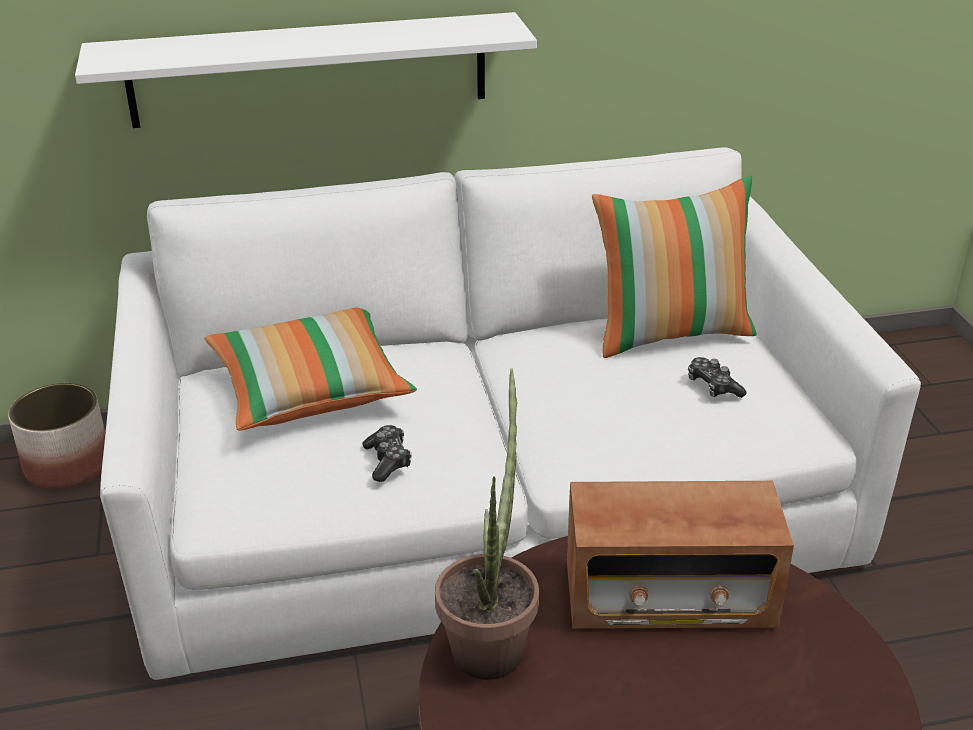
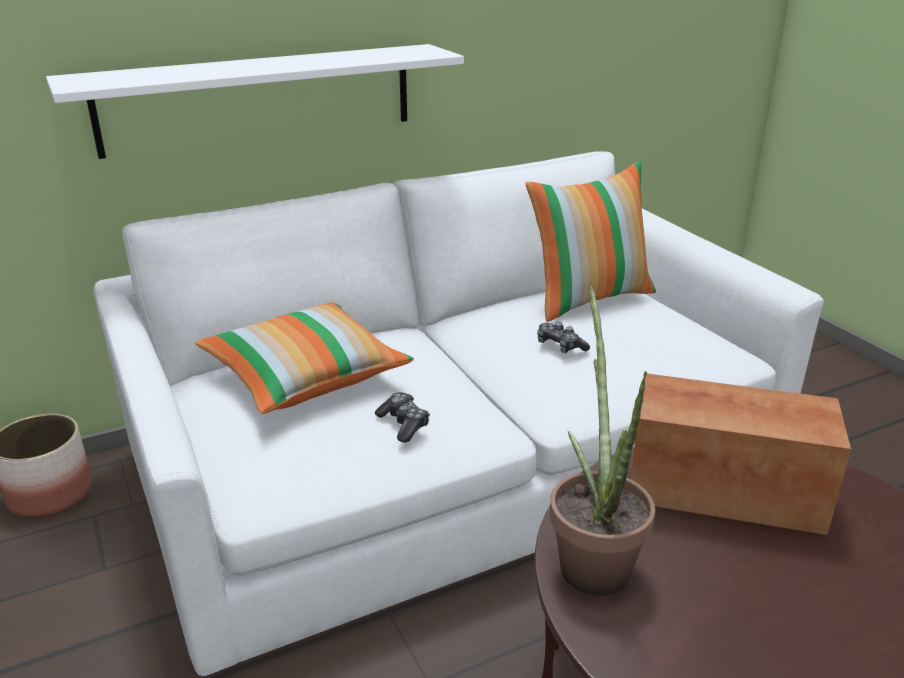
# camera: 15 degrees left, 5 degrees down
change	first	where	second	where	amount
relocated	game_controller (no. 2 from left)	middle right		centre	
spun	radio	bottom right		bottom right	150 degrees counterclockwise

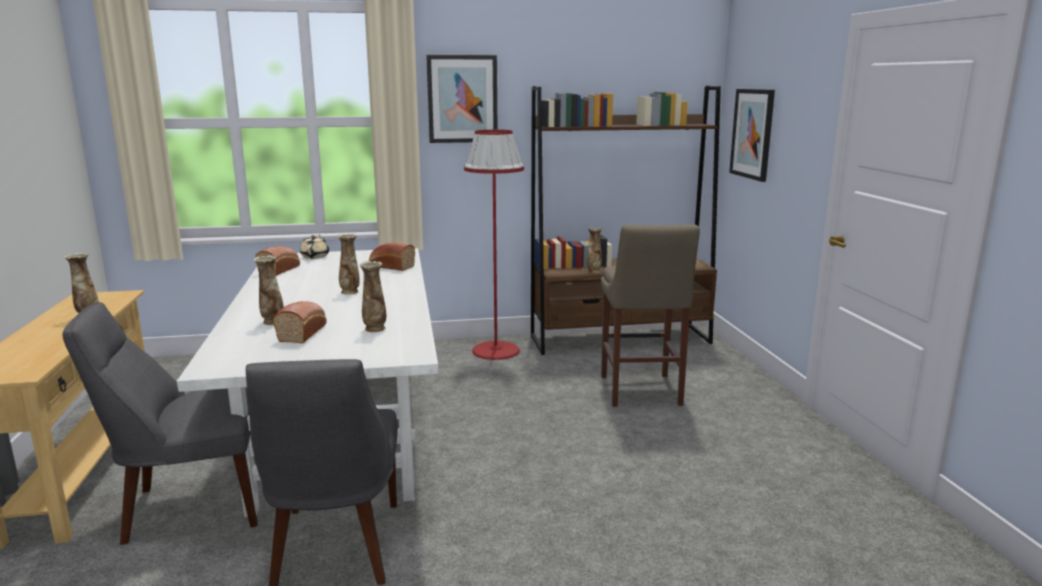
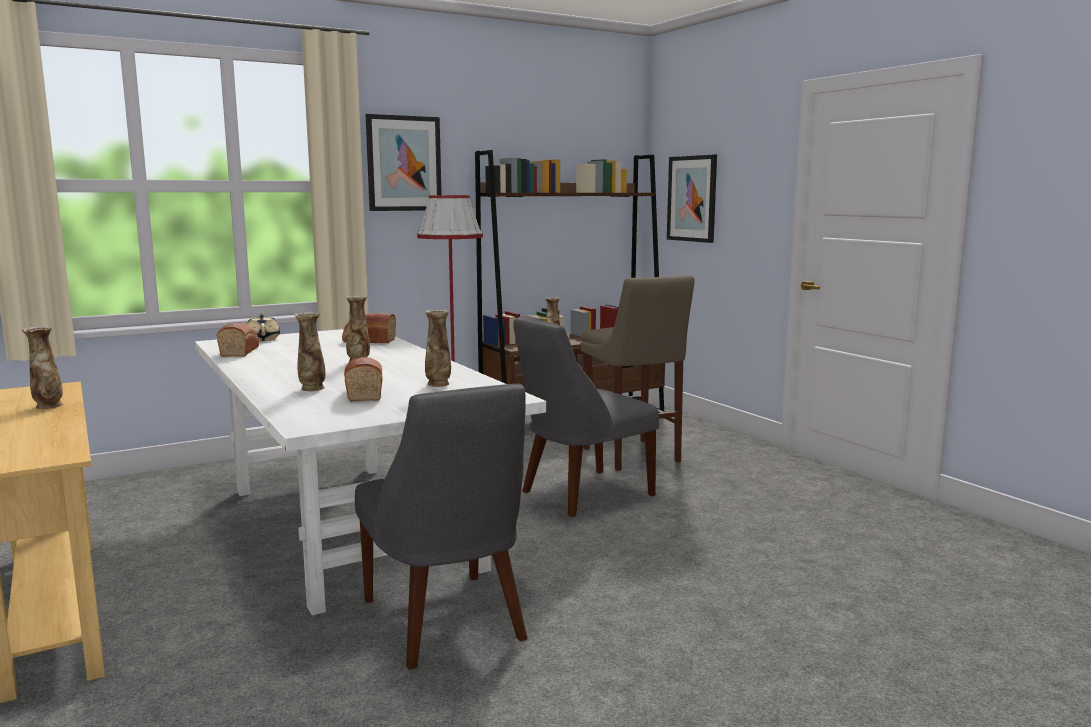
# camera: 20 degrees left, 5 degrees down
change	first	where	second	where	amount
relocated	grey_chair (no. 1 from left in the first image)	bottom left	grey_chair (no. 2 from left)	centre	

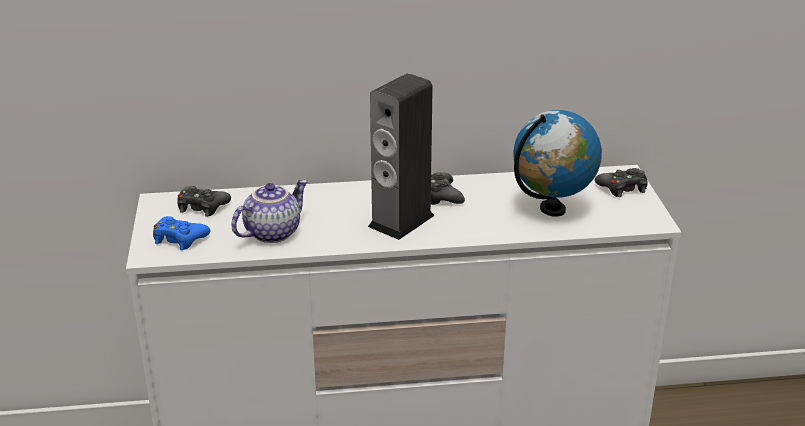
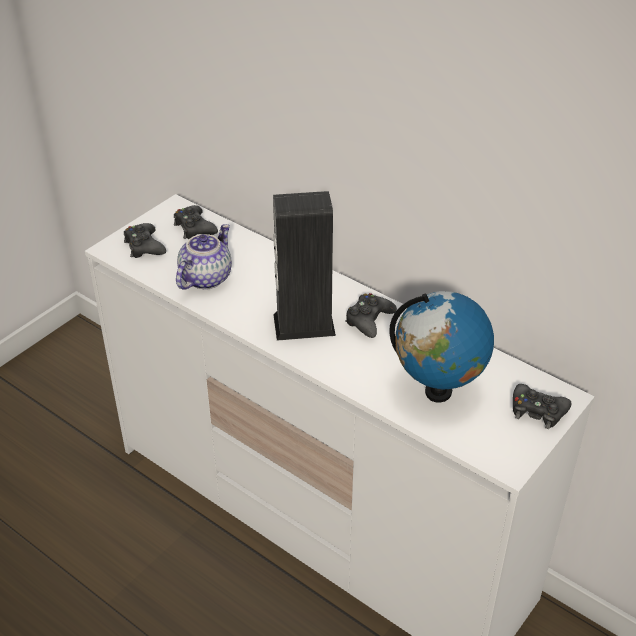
# camera: 45 degrees right, 10 degrees up
change	first	where	second	where	amount
spun	teapot	centre		middle left	60 degrees counterclockwise
colour	blue_game_controller	middle left	black_game_controller (no. 1 from left)	middle left	

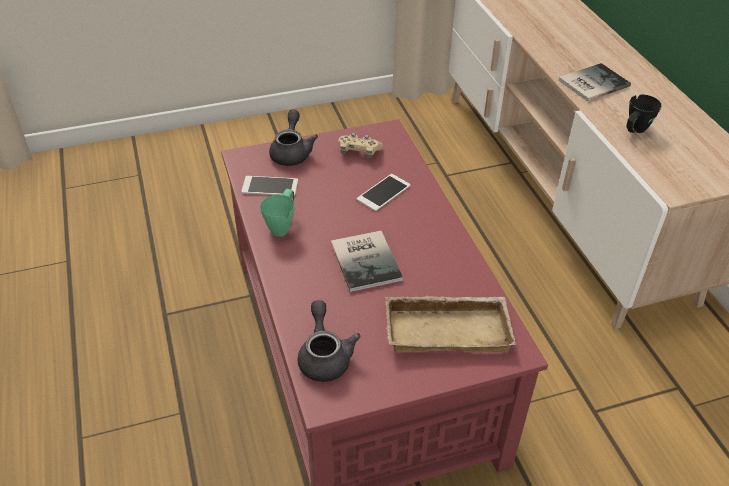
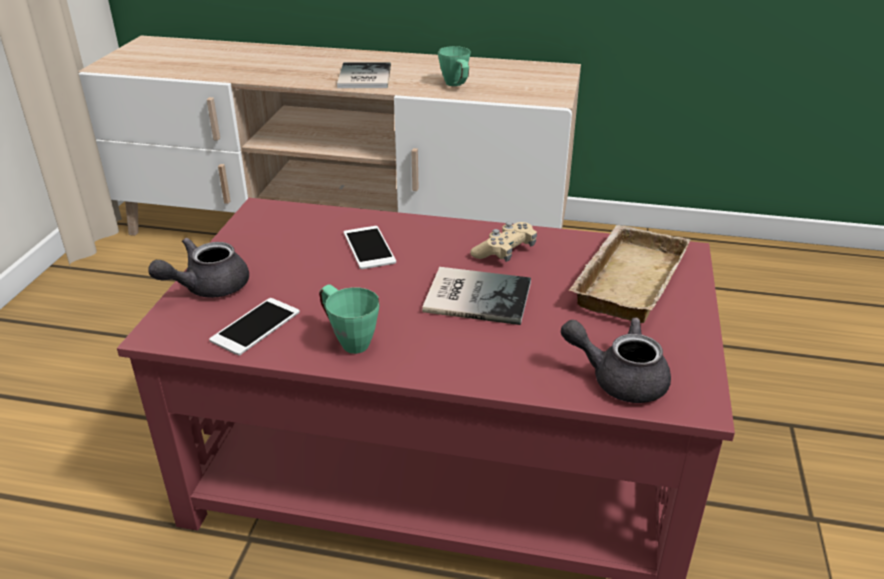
# camera: 60 degrees left, 10 degrees down
change	first	where	second	where	amount
colour	black_mug	top right	green_mug (no. 2 from left)	top centre	
spun	grey_teapot (no. 1 from left)	top centre		middle left	75 degrees counterclockwise
relocated	beige_game_controller	top centre		centre	

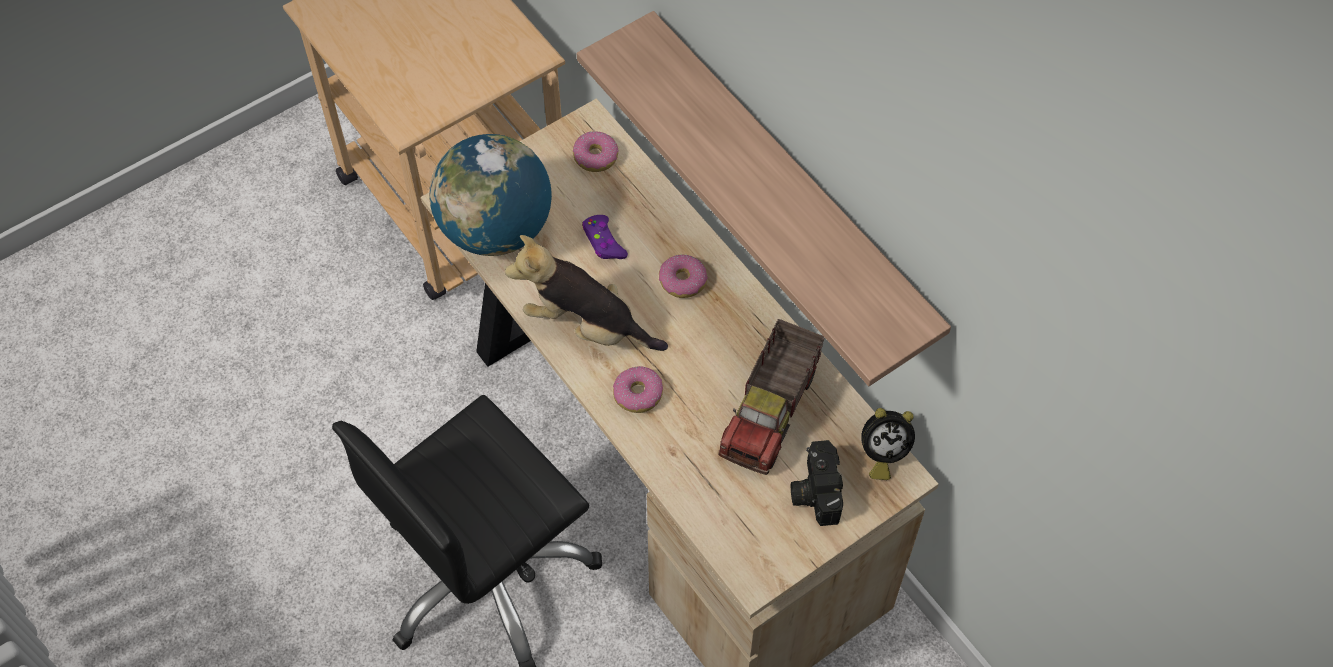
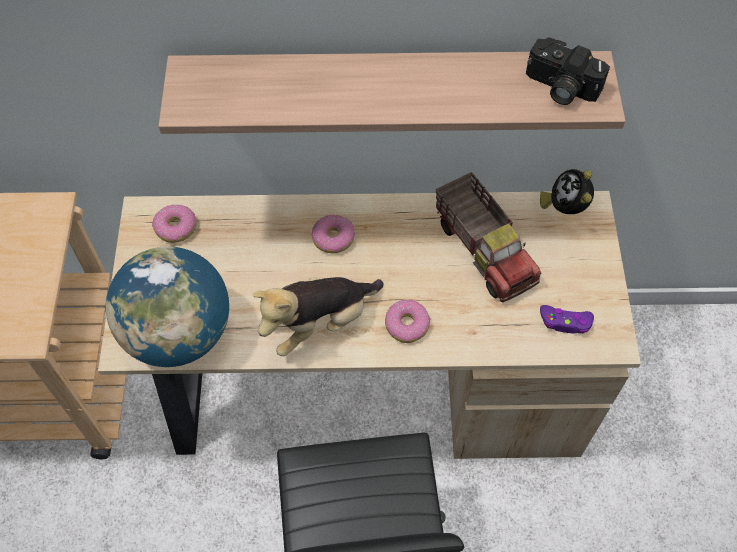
# camera: 55 degrees left, 0 degrees up
change	first	where	second	where	amount
relocated	purple_game_controller	centre		middle right	
spun	alarm_clock	centre		middle right	150 degrees clockwise
relocated	photo_camera	bottom centre		top right	

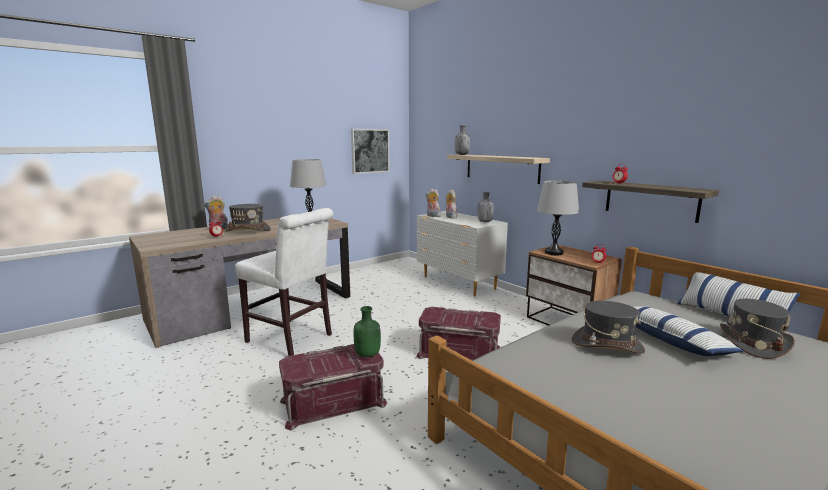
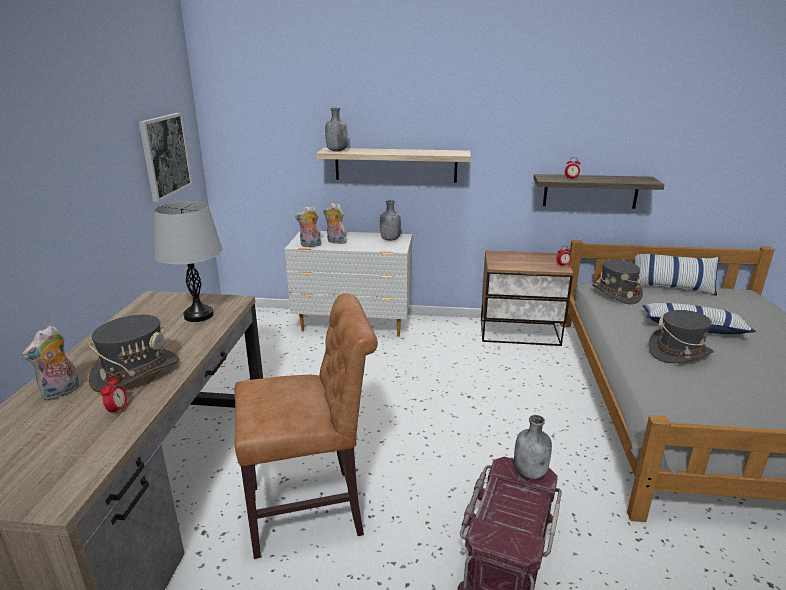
# camera: 45 degrees left, 10 degrees up
change	first	where	second	where	amount
missing	grey_table_lamp (no. 2 from left)	middle right			
colour	white_chair	centre	brown_chair	bottom centre	
relocated	grey_hat (no. 3 from left in the first image)	bottom right	grey_hat (no. 2 from left)	middle right	
colour	green_bottle	bottom centre	grey_bottle (no. 3 from left)	bottom right	
missing	red_storage_box (no. 2 from left)	bottom centre			

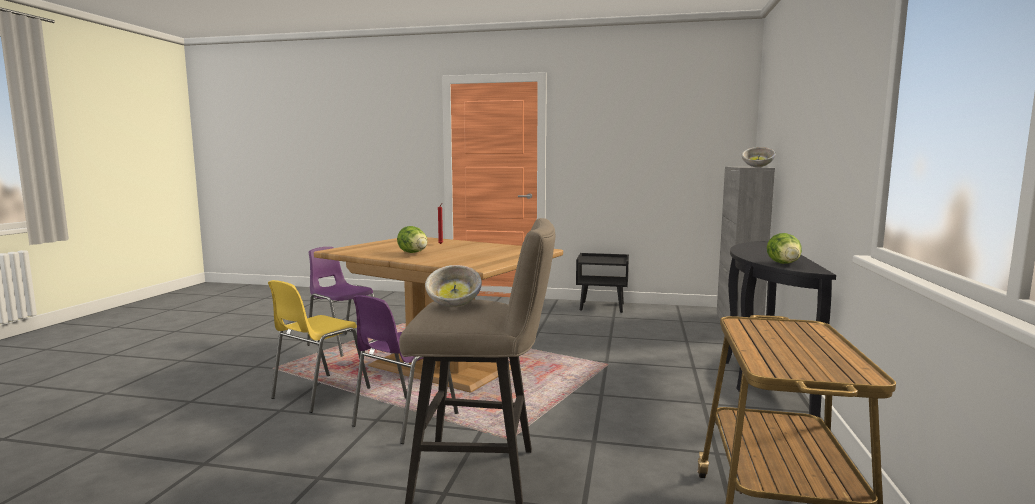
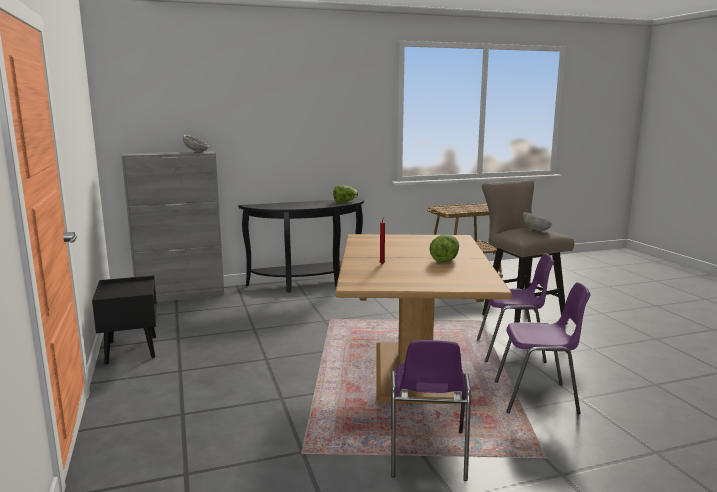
# camera: 120 degrees left, 5 degrees up
change	first	where	second	where	amount
colour	yellow_chair	bottom left	purple_chair (no. 3 from left)	bottom right	

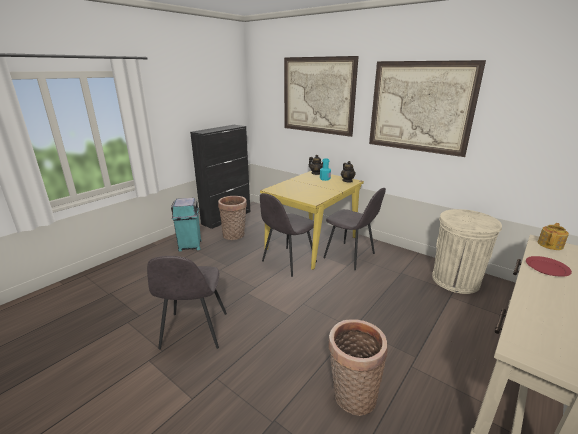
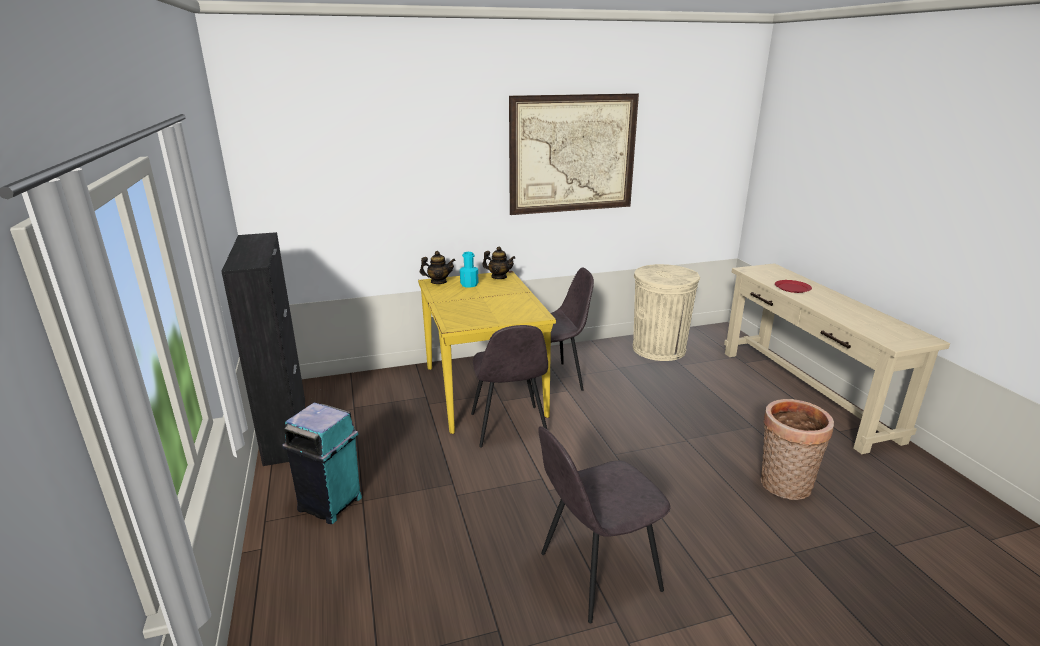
# camera: 55 degrees left, 0 degrees up
change	first	where	second	where	amount
missing	picture (no. 1 from left)	top centre			
missing	basket (no. 1 from left)	centre			
missing	teapot (no. 3 from left)	middle right			
spun	grey_chair (no. 1 from left in the first image)	bottom left	grey_chair (no. 3 from left)	bottom centre	120 degrees clockwise

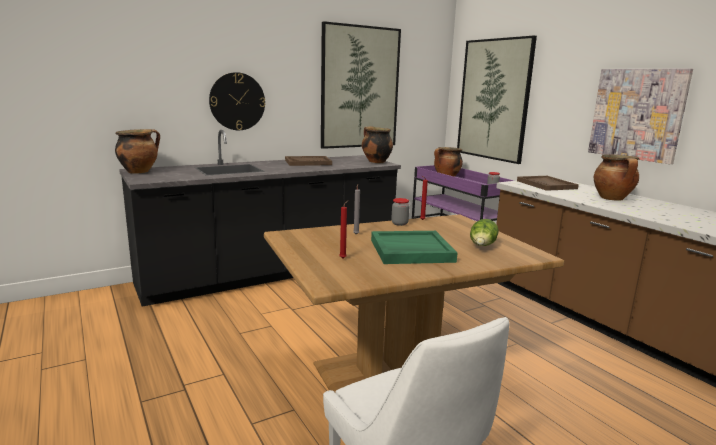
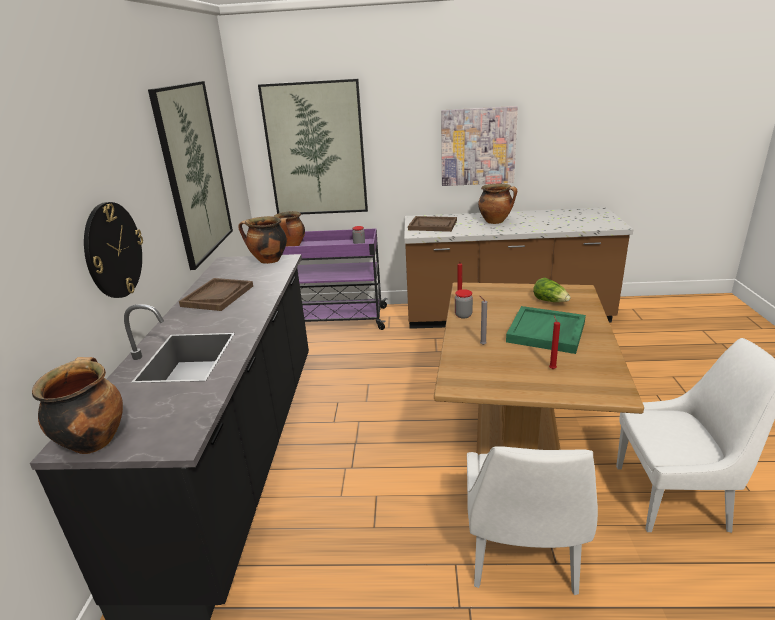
# camera: 55 degrees left, 10 degrees up
change	first	where	second	where	amount
appeared			white_chair (no. 1 from left)	bottom right	

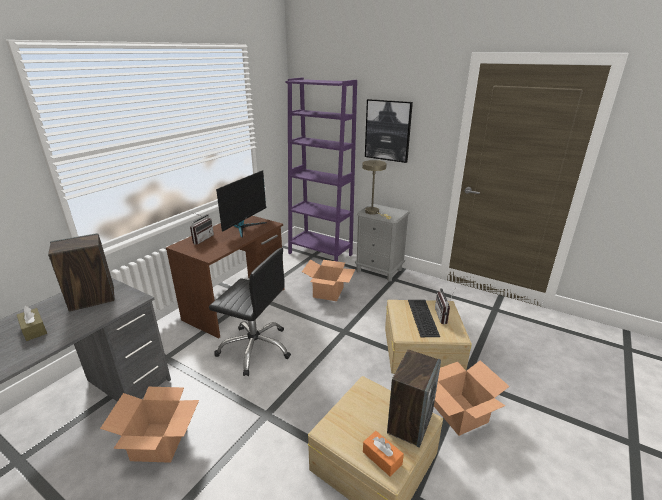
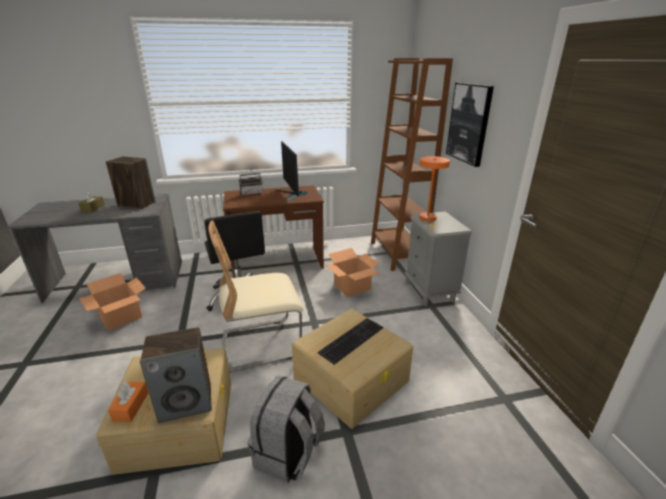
# camera: 45 degrees right, 0 degrees up
change	first	where	second	where	amount
colour	purple_bookcase	centre	brown_bookcase	top centre	
colour	beige_table_lamp	centre	orange_table_lamp	centre	
spun	monitor	centre		centre	90 degrees clockwise
missing	radio (no. 2 from left)	middle right			
exchanged	cardboard_box (no. 3 from left)	bottom right	grey_backpack	bottom centre	
appeared			beige_chair	centre	

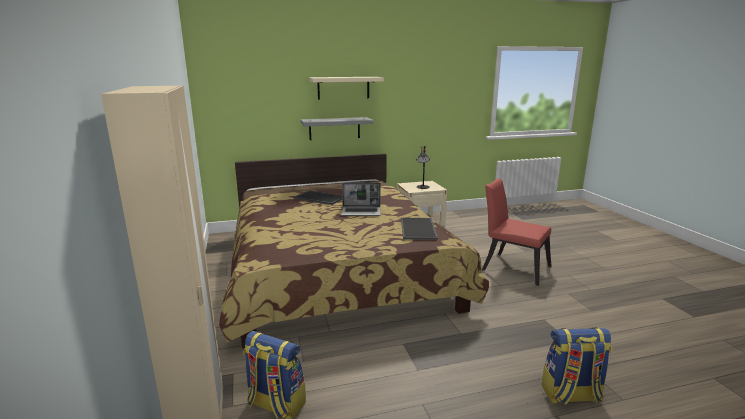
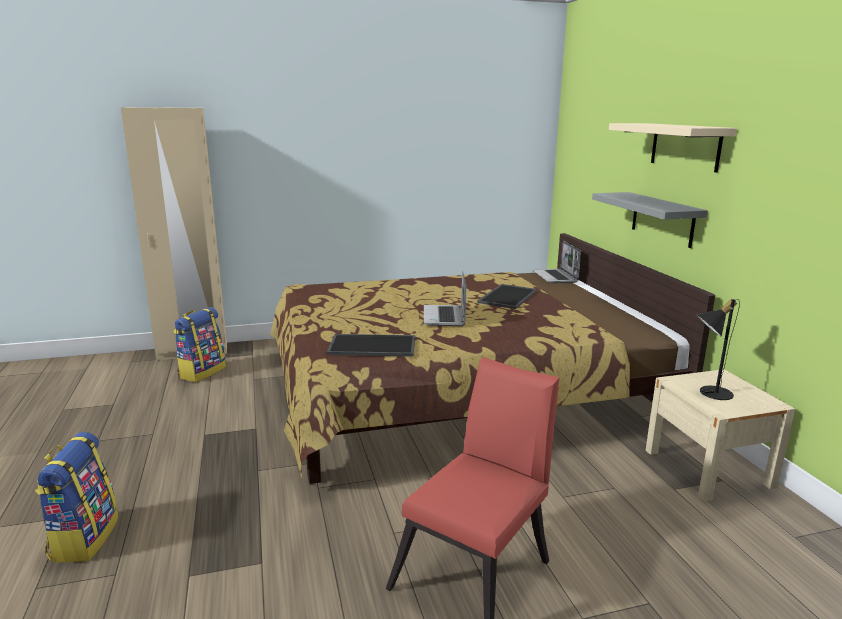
# camera: 90 degrees right, 0 degrees up
change	first	where	second	where	amount
appeared			laptop (no. 2 from left)	centre	

